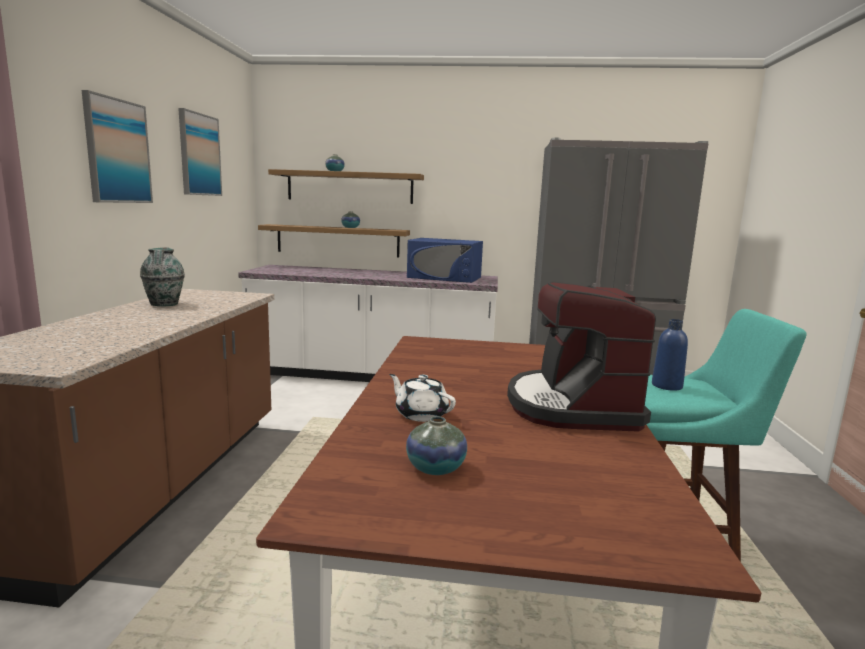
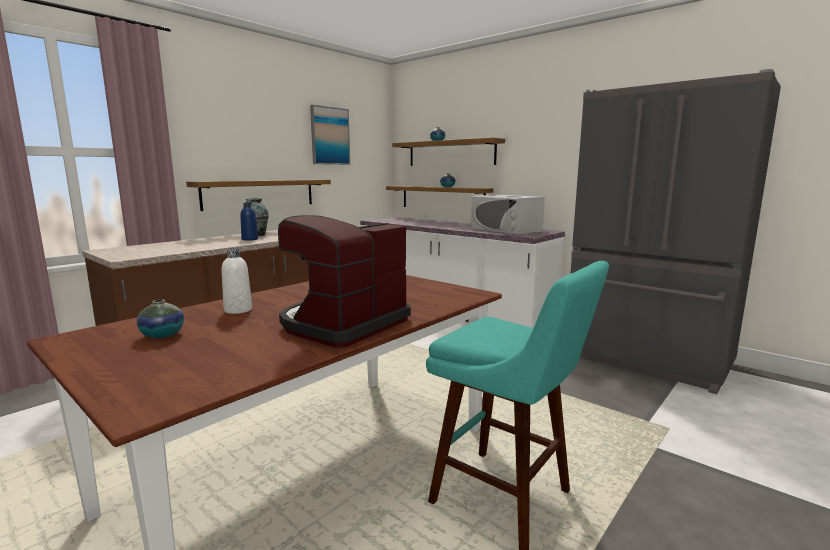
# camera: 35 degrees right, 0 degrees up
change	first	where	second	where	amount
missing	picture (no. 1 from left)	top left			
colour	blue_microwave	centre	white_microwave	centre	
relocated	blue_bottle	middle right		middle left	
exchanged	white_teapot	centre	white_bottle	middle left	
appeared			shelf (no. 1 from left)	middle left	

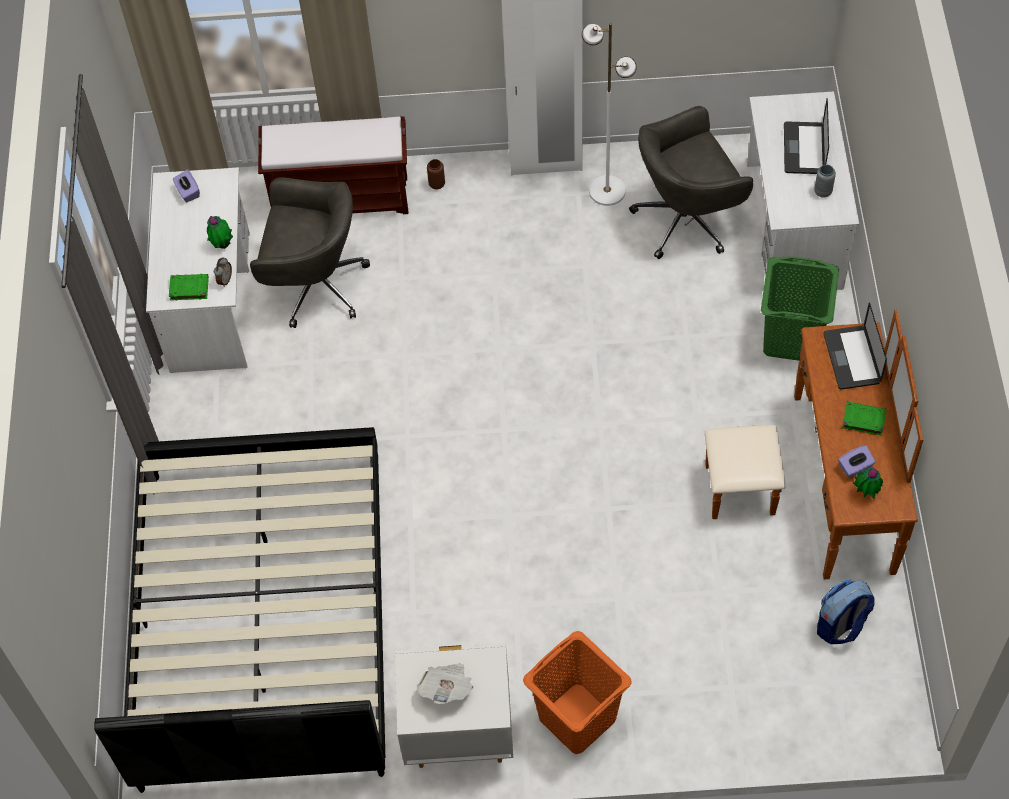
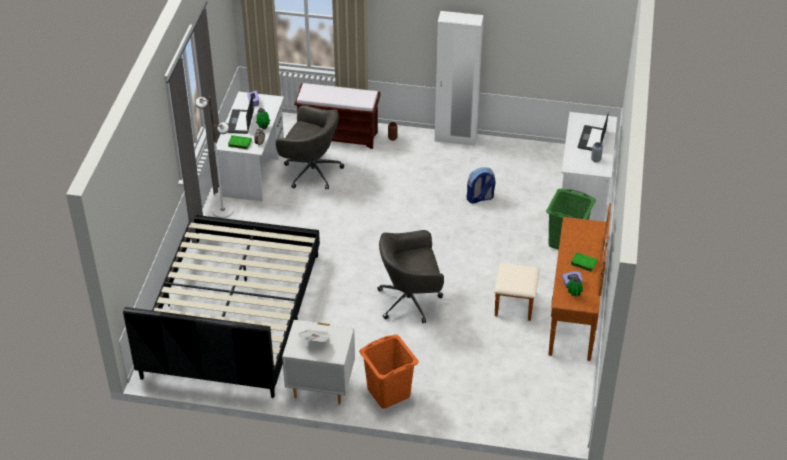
# camera: 10 degrees right, 15 degrees down
change	first	where	second	where	amount
relocated	white_floor_lamp	top centre		middle left	
relocated	grey_office_chair (no. 2 from left)	top right		centre	
relocated	laptop (no. 2 from left in the first image)	middle right	laptop (no. 1 from left)	top left	
relocated	backpack	bottom right		centre	

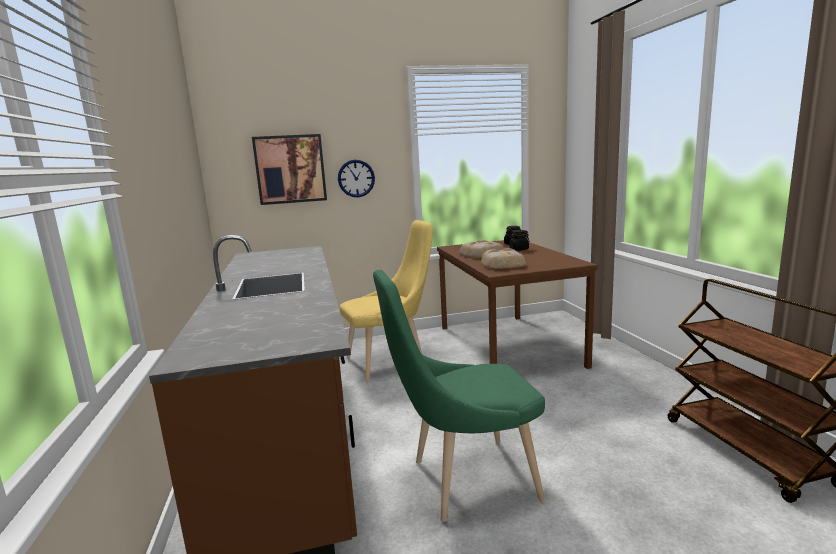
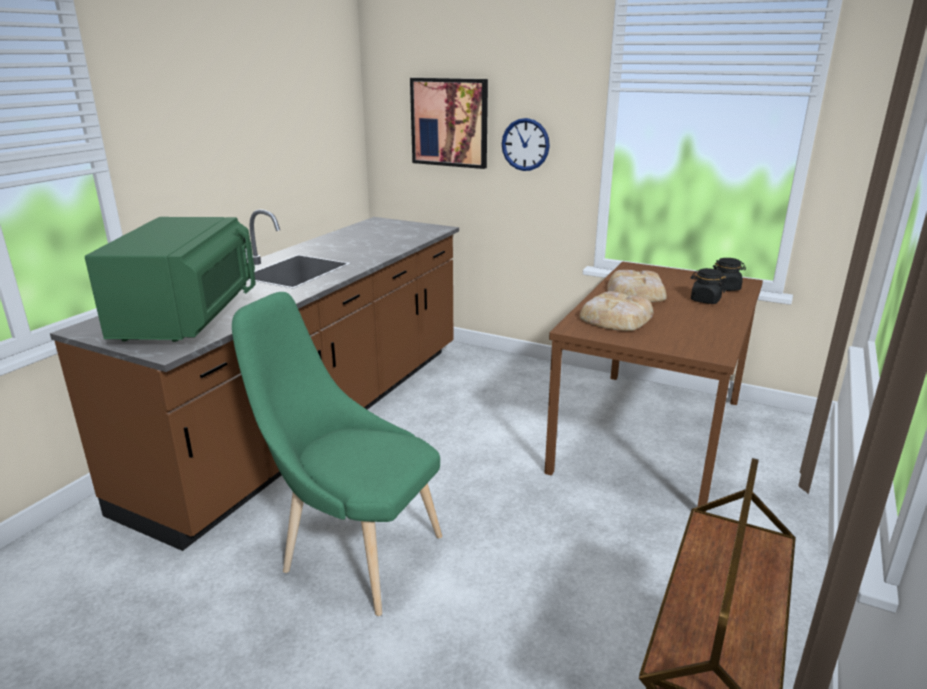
# camera: 40 degrees right, 10 degrees up
change	first	where	second	where	amount
missing	yellow_chair	centre			
appeared			green_microwave	middle left	

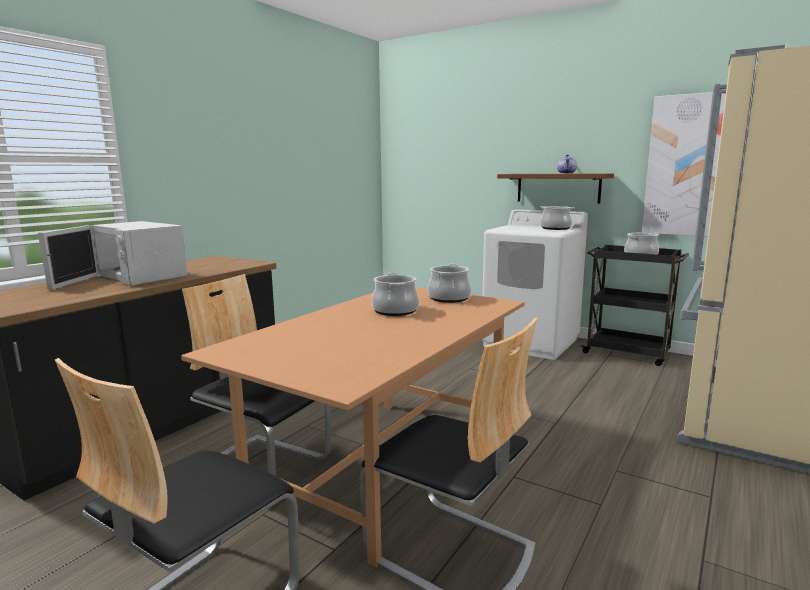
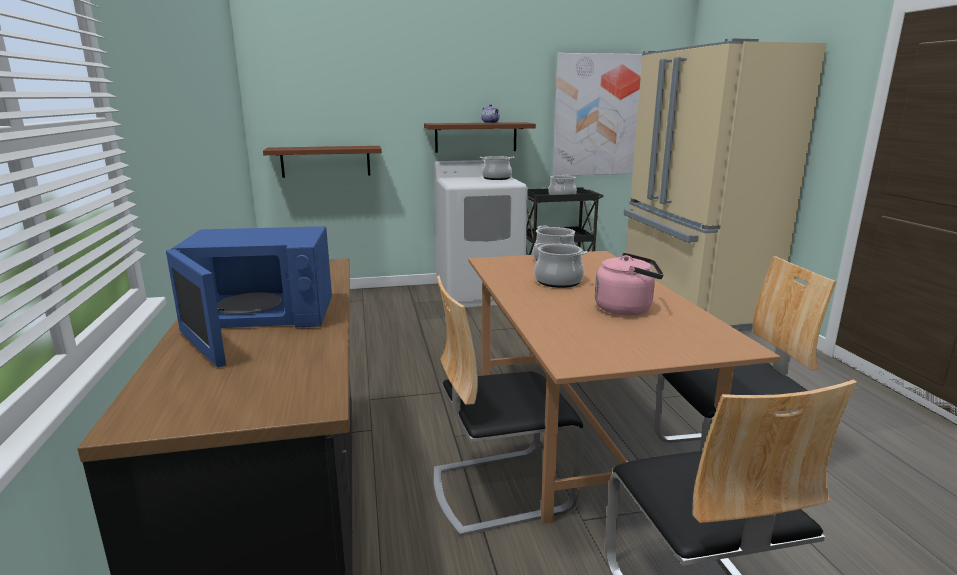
# camera: 45 degrees left, 5 degrees up
change	first	where	second	where	amount
colour	white_microwave	middle left	blue_microwave	middle left	
appeared			brown_shelf (no. 1 from left)	top centre	
appeared			pink_kettle	centre	

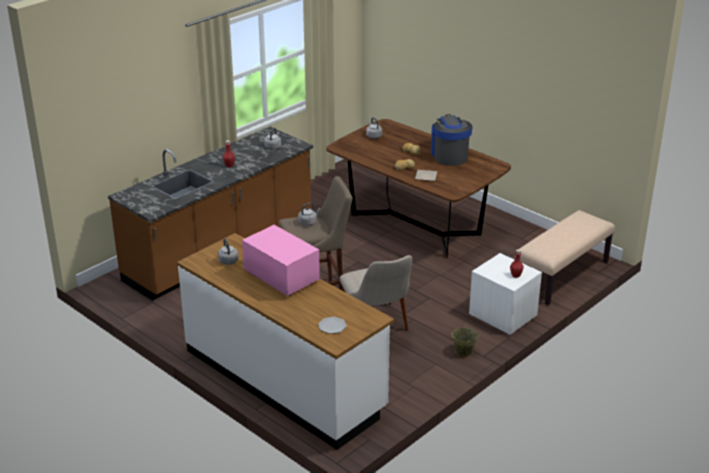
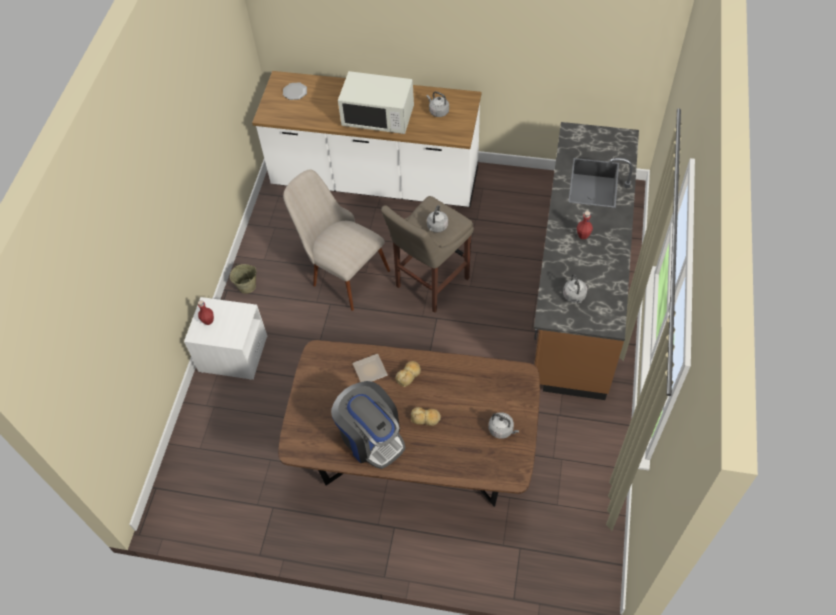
# camera: 150 degrees right, 25 degrees up
change	first	where	second	where	amount
missing	beige_bench	middle right			
colour	pink_microwave	centre	white_microwave	top centre	

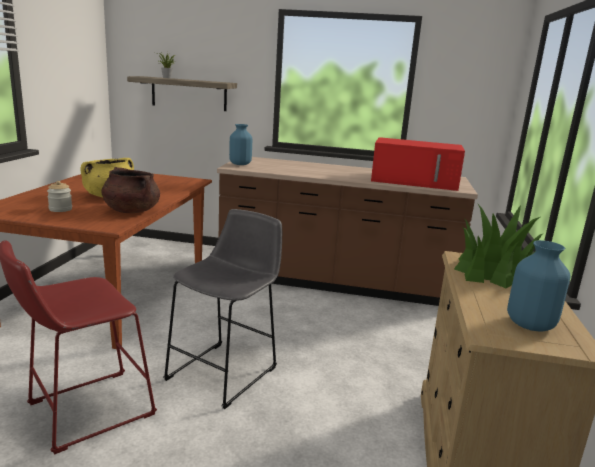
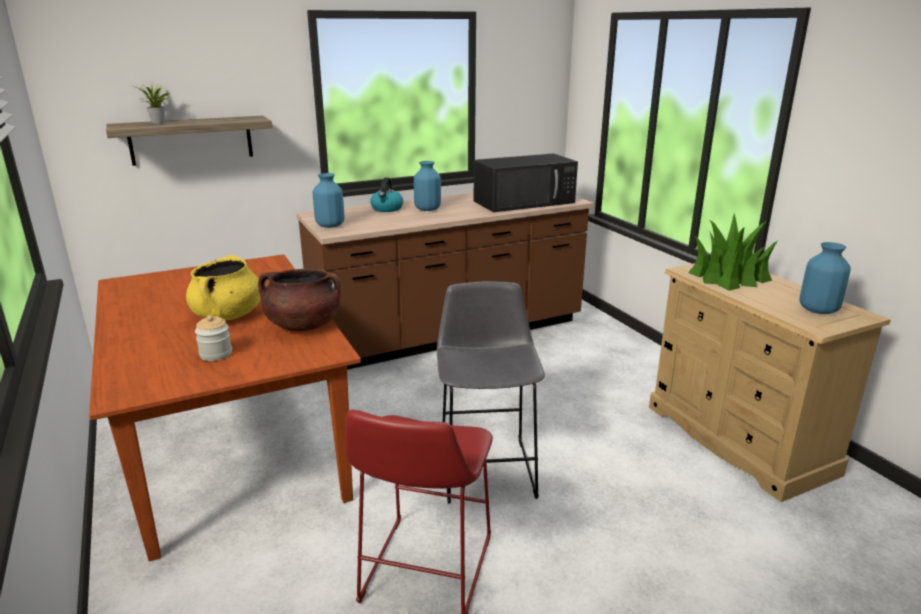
# camera: 35 degrees left, 5 degrees up
change	first	where	second	where	amount
colour	red_microwave	middle right	black_microwave	top centre	
appeared			blue_vase (no. 2 from left)	top centre	
appeared			kettle	top centre	

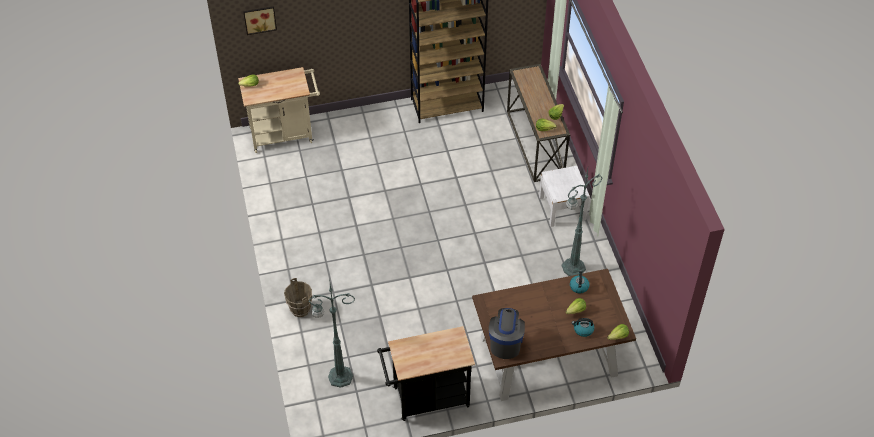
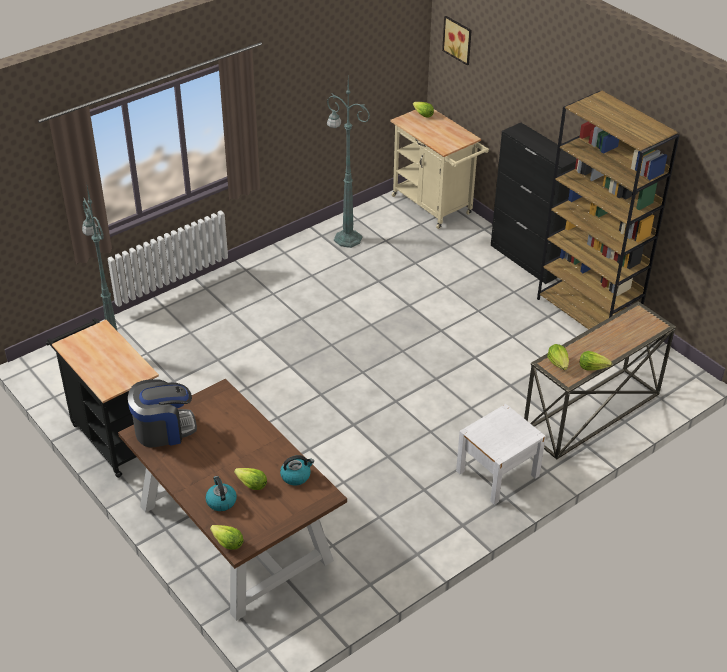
# camera: 65 degrees right, 10 degrees down
change	first	where	second	where	amount
relocated	green_floor_lamp (no. 2 from left)	centre		top centre	
missing	brown_bucket	bottom centre			
appeared			black_cabinet	top right	

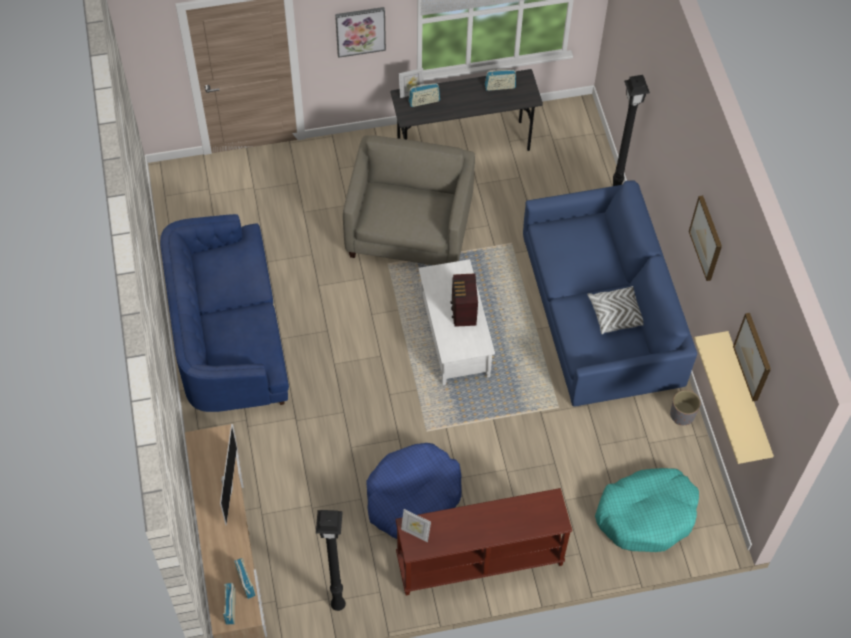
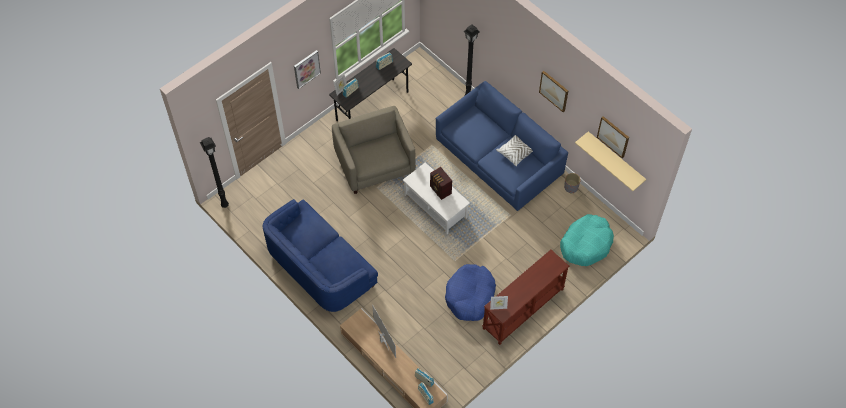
# camera: 30 degrees left, 0 degrees up
change	first	where	second	where	amount
relocated	black_floor_lamp (no. 1 from left)	bottom centre		middle left	

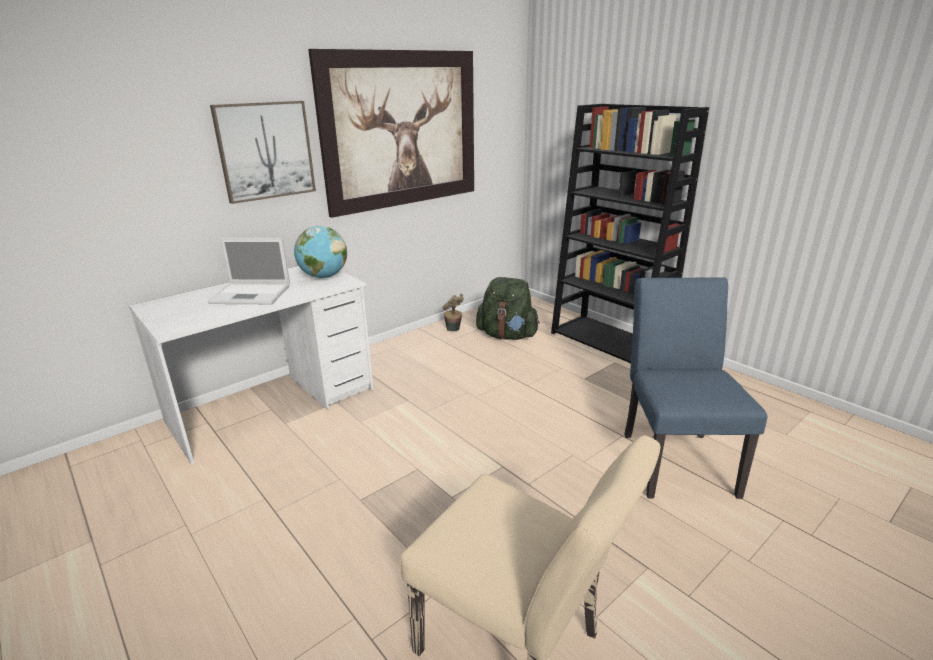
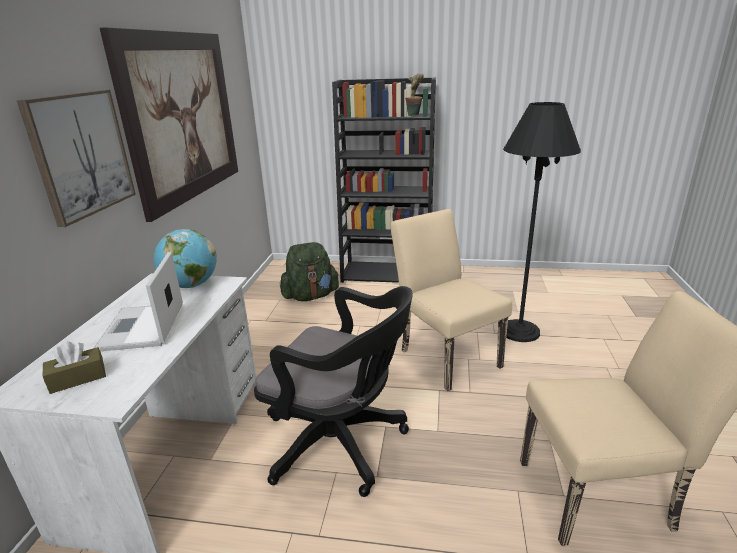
# camera: 40 degrees left, 0 degrees up
change	first	where	second	where	amount
spun	laptop	middle left		middle left	120 degrees clockwise
exchanged	blue_chair	middle right	black_floor_lamp	middle right	
relocated	potted_plant	centre		top centre	
appeared			beige_chair (no. 1 from left)	centre	
appeared			black_office_chair	bottom centre	
appeared			brown_tissue_box	middle left	

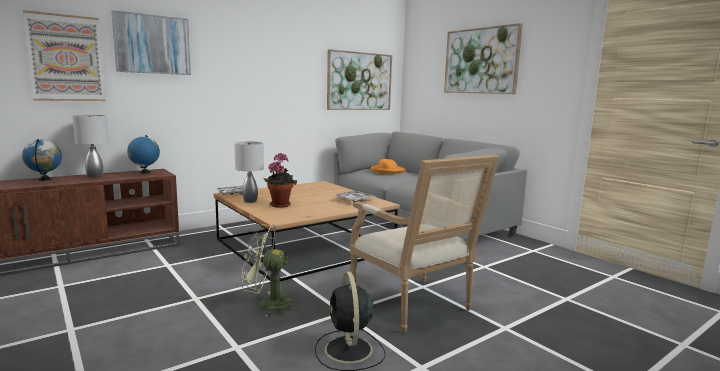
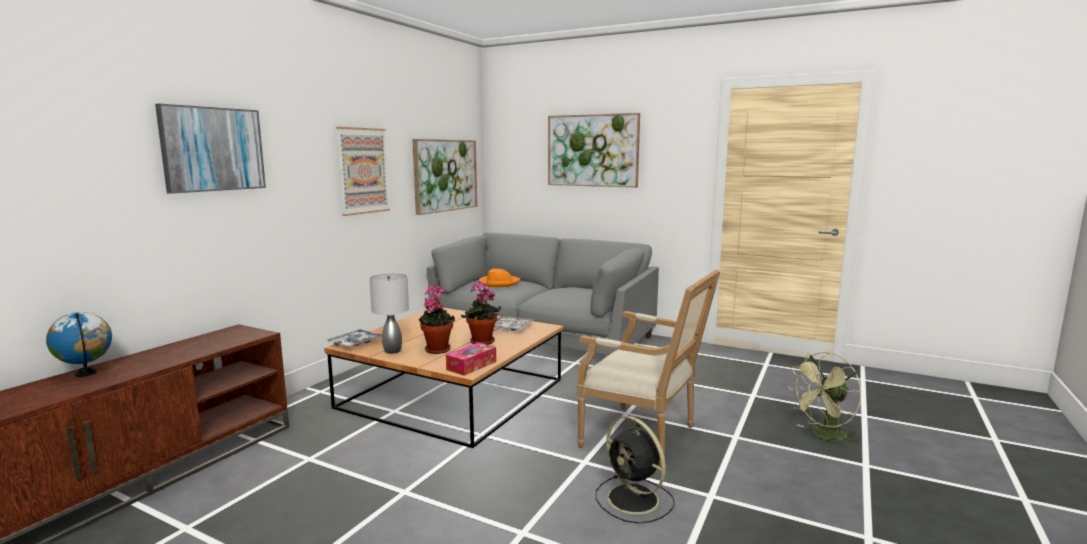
# camera: 25 degrees left, 0 degrees up
change	first	where	second	where	amount
relocated	picture (no. 1 from left in the first image)	top left	picture (no. 2 from left)	top centre	
missing	grey_table_lamp (no. 1 from left)	middle left			
missing	globe (no. 2 from left)	middle left			
relocated	green_fan	bottom centre		bottom right	
appeared			potted_plant (no. 2 from left)	centre	
appeared			tissue_box	centre	

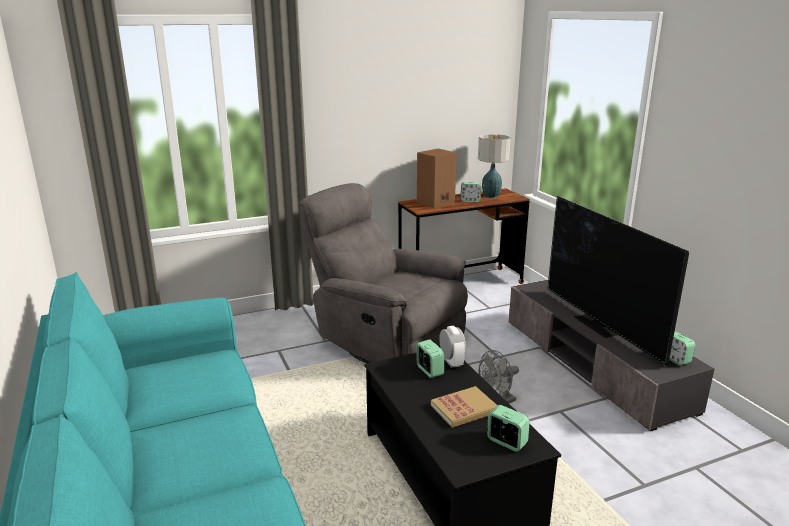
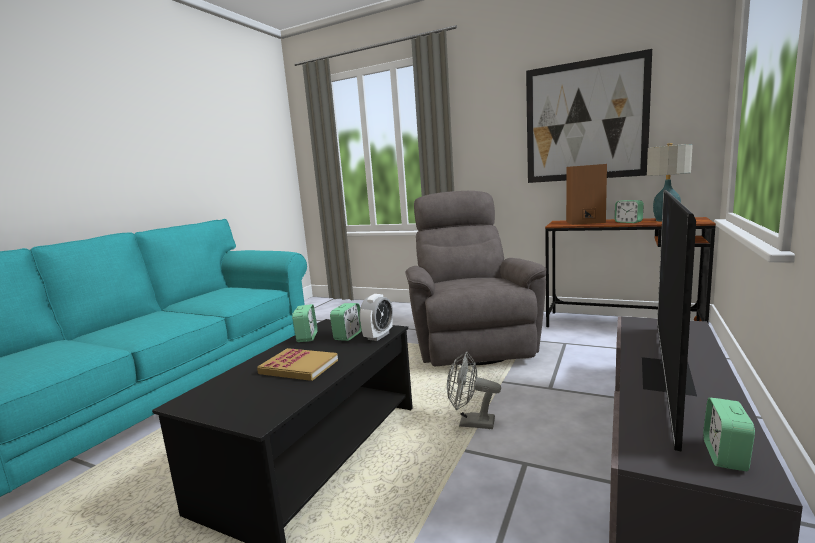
# camera: 50 degrees right, 10 degrees down
change	first	where	second	where	amount
relocated	alarm_clock (no. 4 from left in the first image)	bottom centre	alarm_clock (no. 1 from left)	centre	
appeared			picture	top right	

